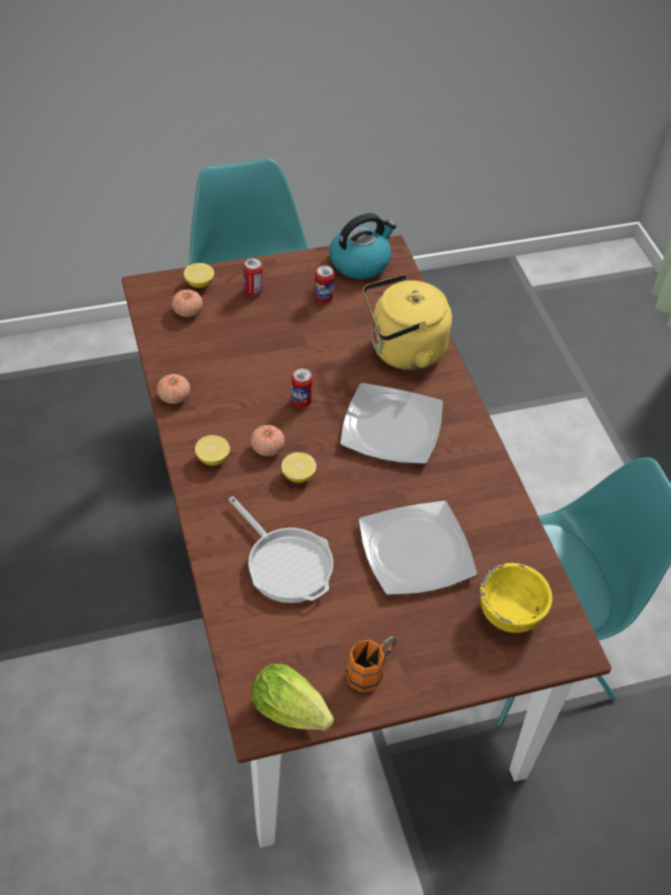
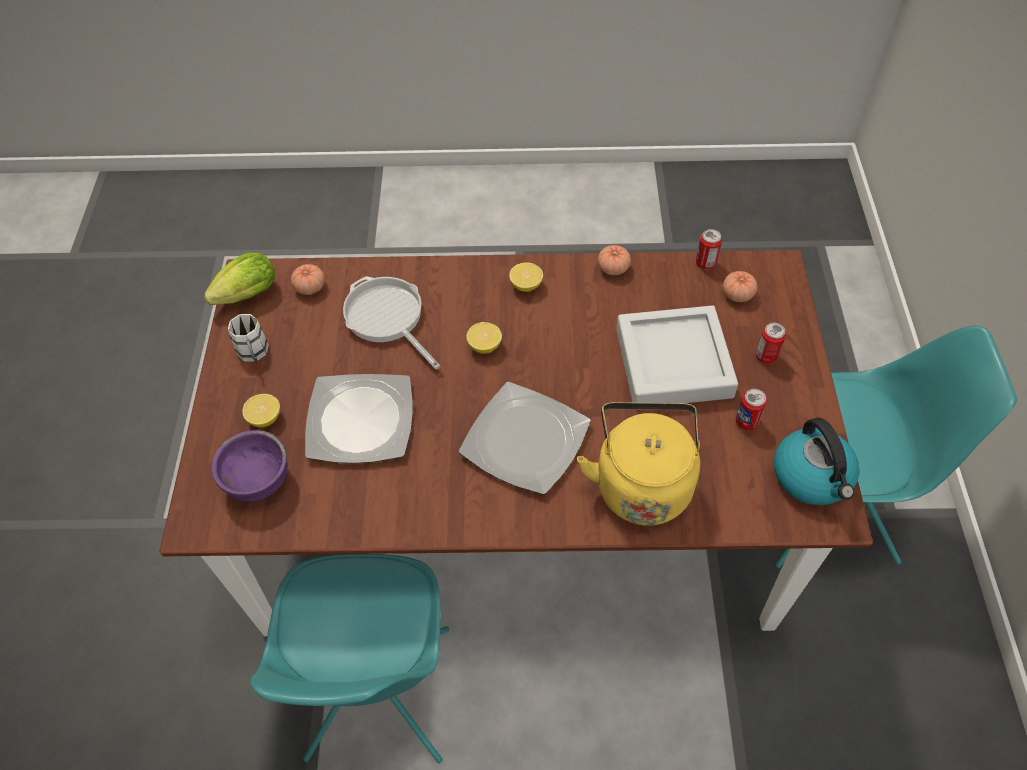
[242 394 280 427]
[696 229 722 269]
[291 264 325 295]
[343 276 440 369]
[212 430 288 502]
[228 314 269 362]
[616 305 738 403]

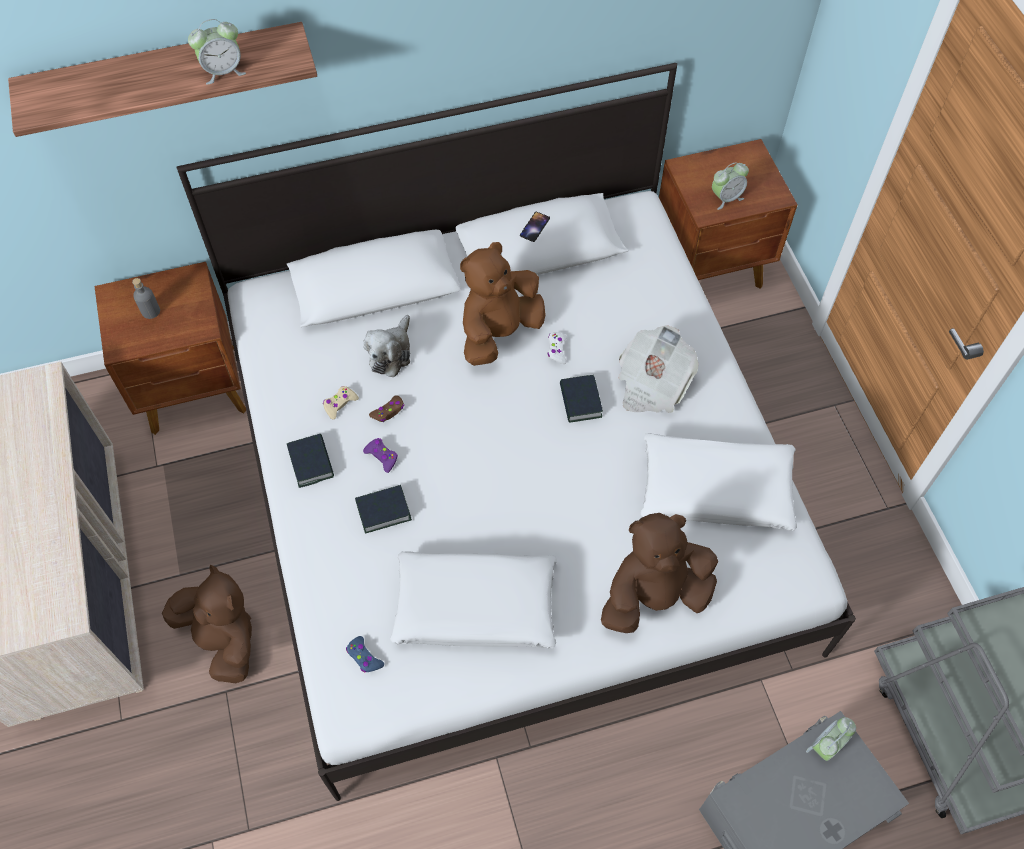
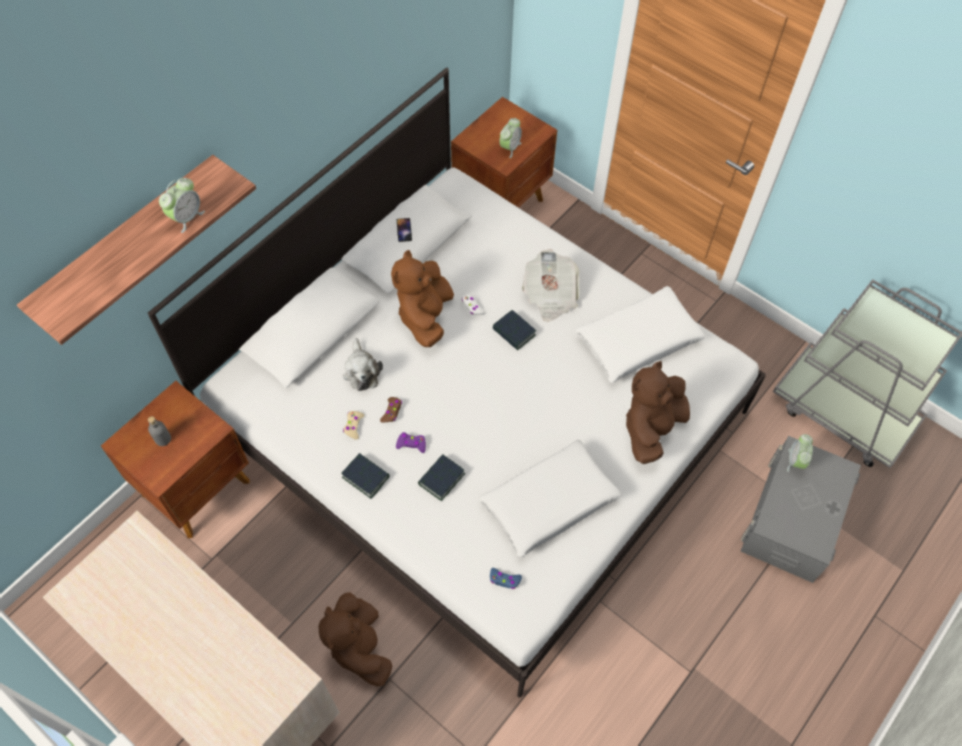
[319 592 392 686]

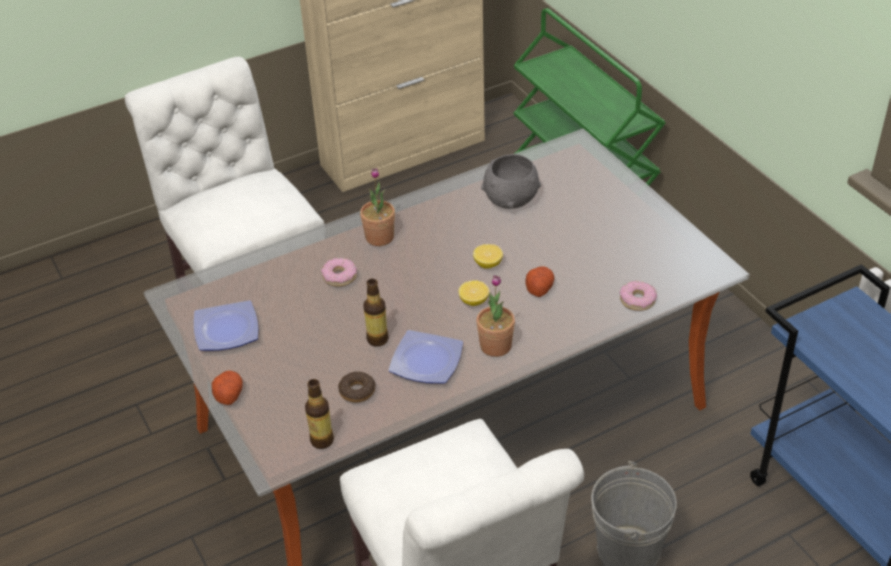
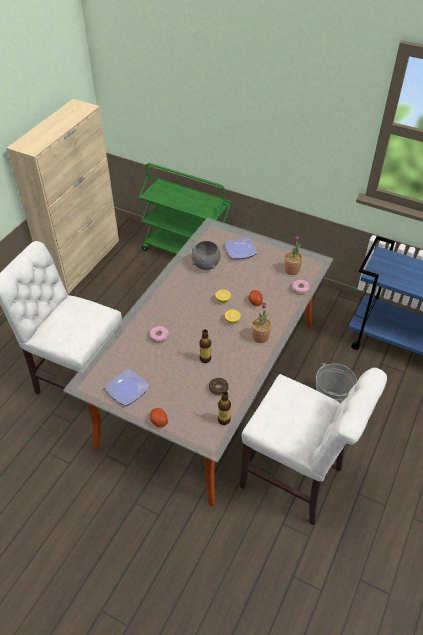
[285 235 303 275]
[224 237 257 259]

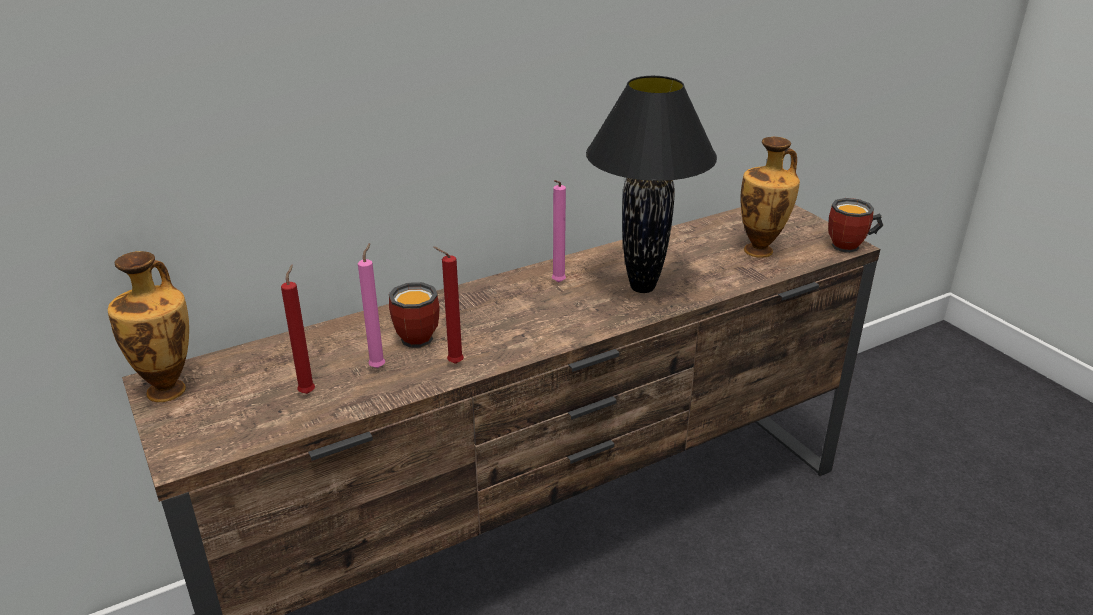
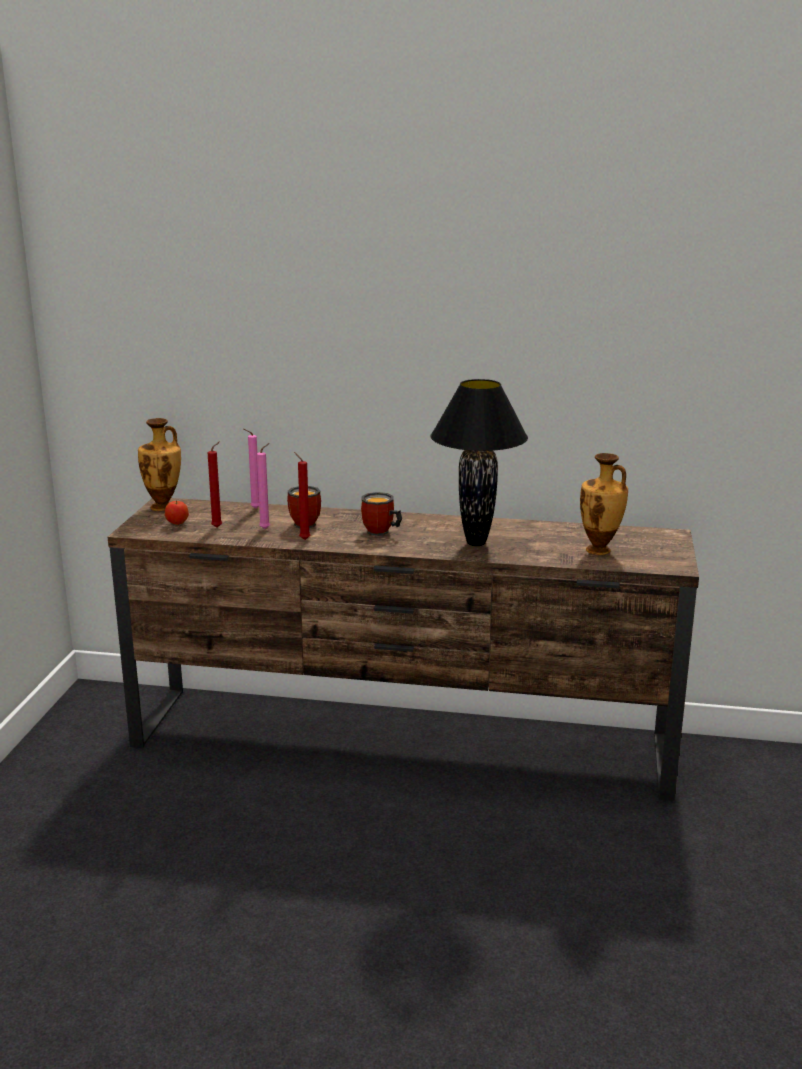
[244 429 259 509]
[361 492 402 536]
[165 500 189 525]

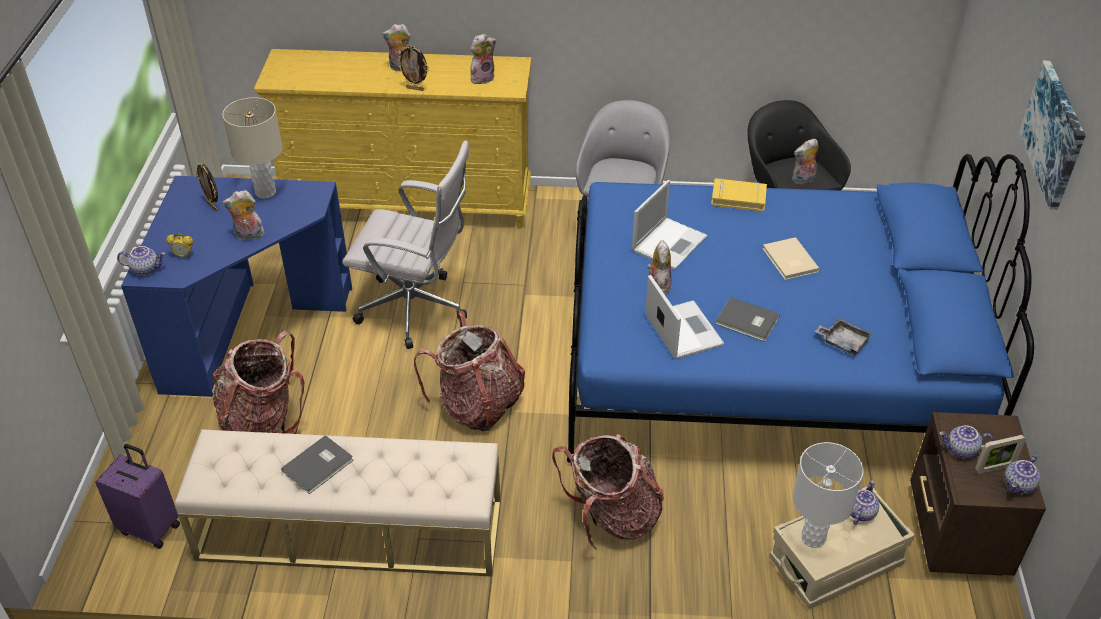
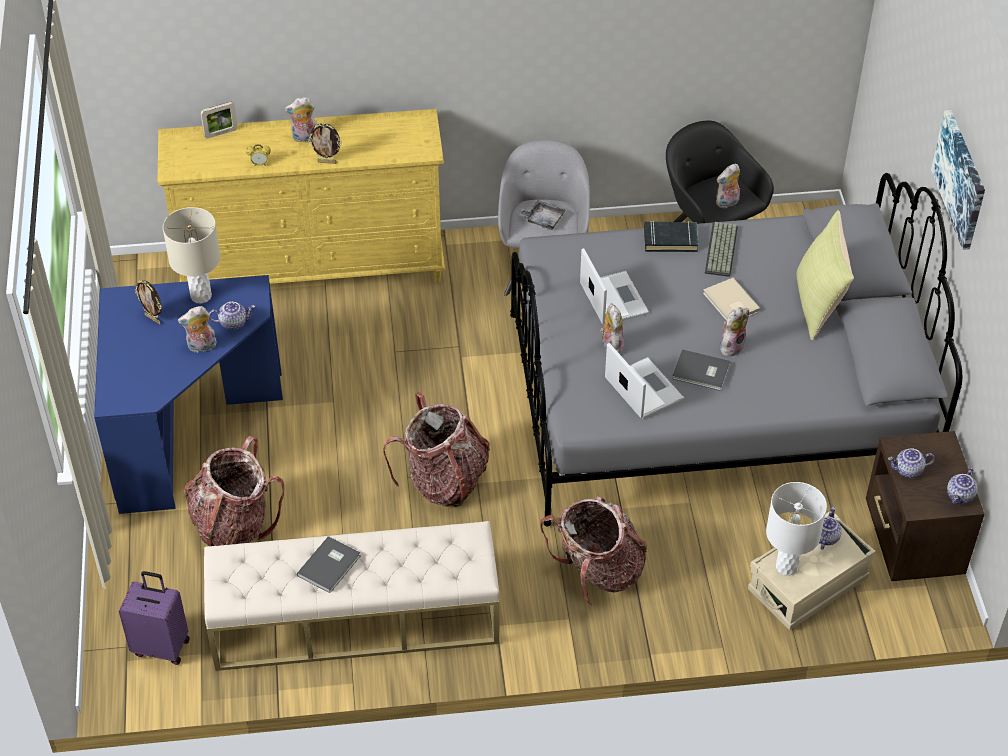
[720 307 749 356]
[342 140 470 349] (first image)
[510 173 962 526]
[644 221 699 252]
[580 248 649 324]
[246 144 271 166]
[209 302 255 330]
[518 200 566 230]
[201 102 238 139]
[797 210 854 340]
[705 222 738 277]

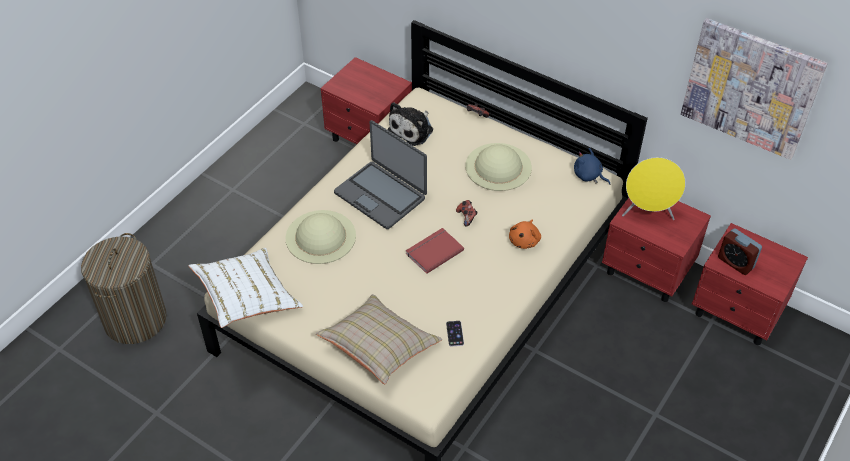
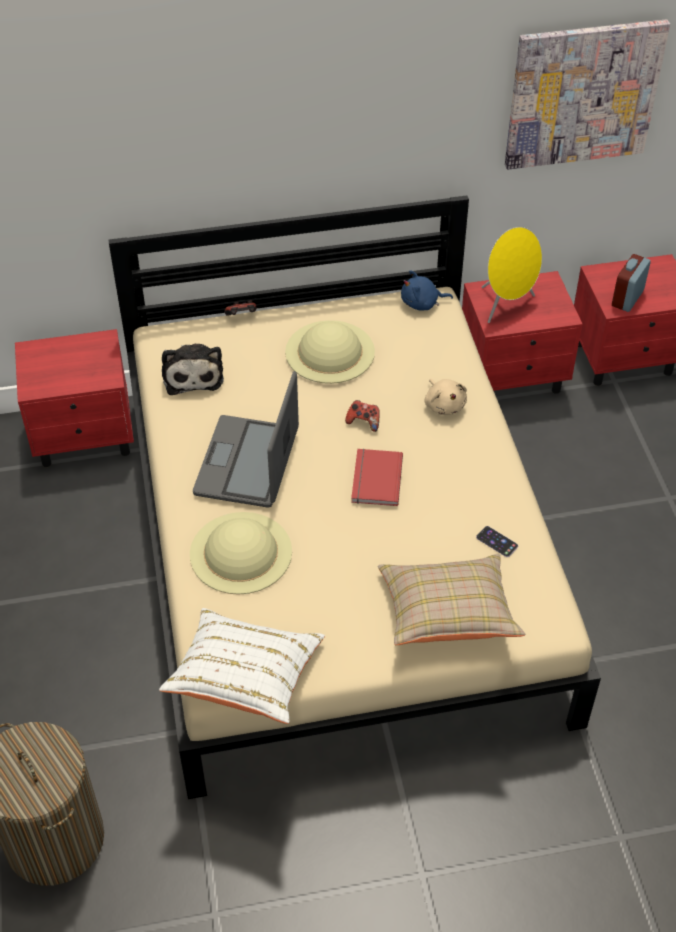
[193 371 299 508]
[424 379 467 415]
[612 254 651 312]

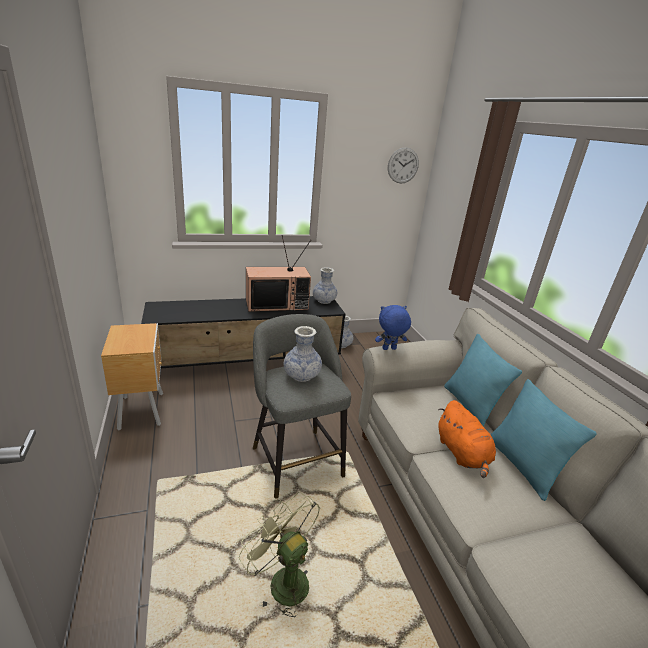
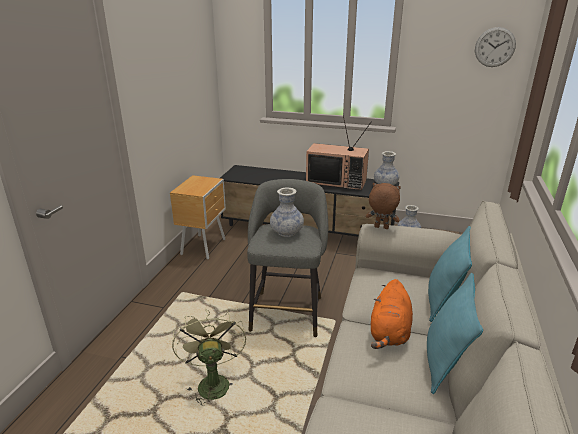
[366 183 401 229]

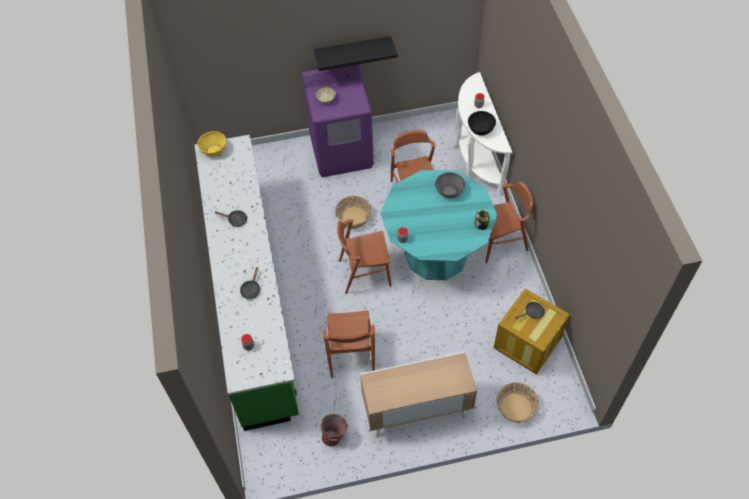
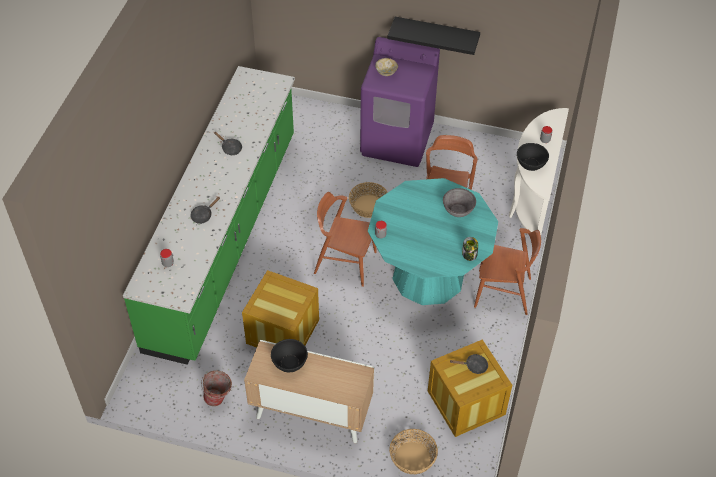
[198 131 226 157] (first image)
[242 270 319 348]
[271 339 308 372]

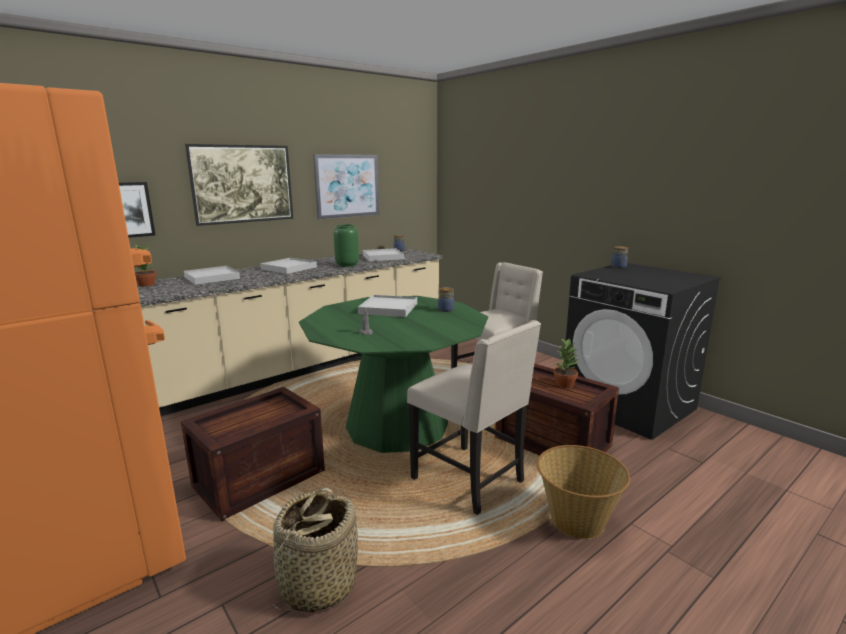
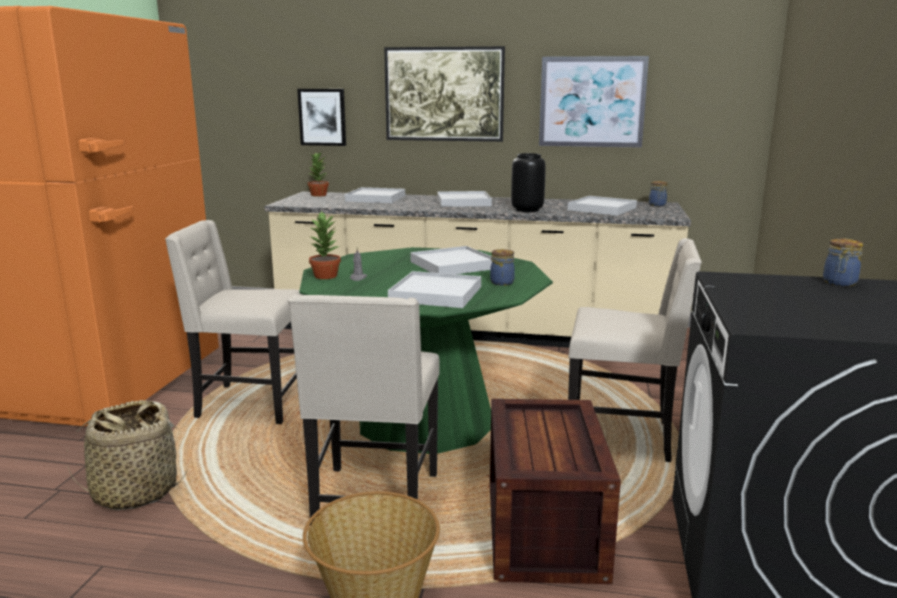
[511 153 546 212]
[309 211 341 279]
[165 220 303 424]
[388 271 481 308]

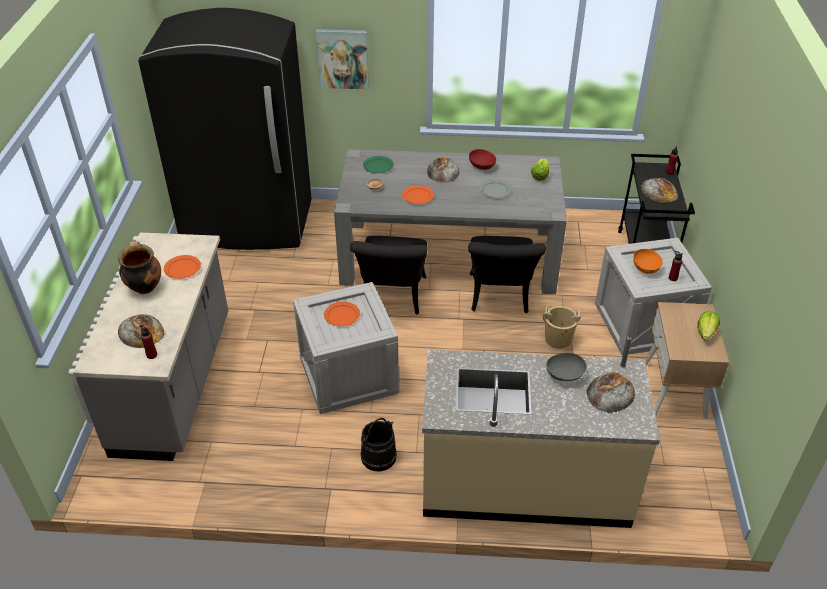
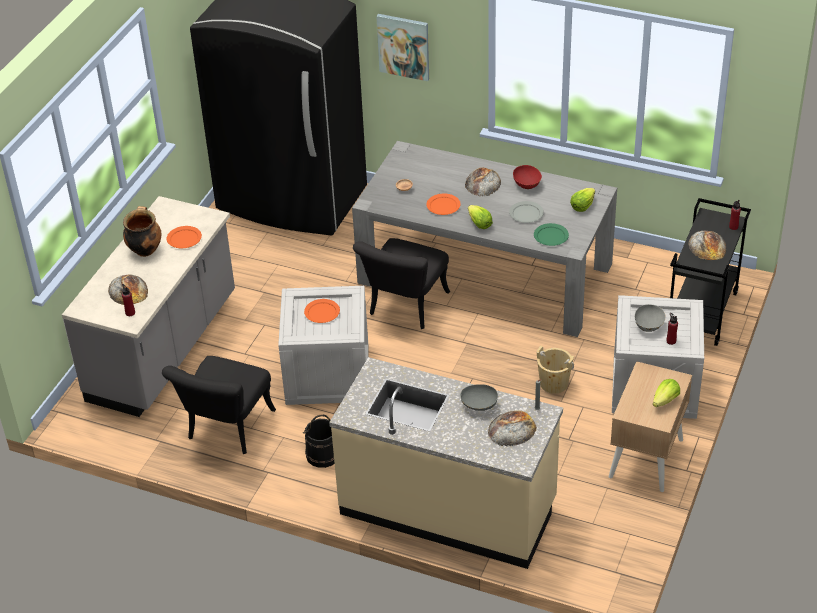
[534 223 569 246]
[162 356 276 454]
[635 304 666 332]
[468 205 493 229]

